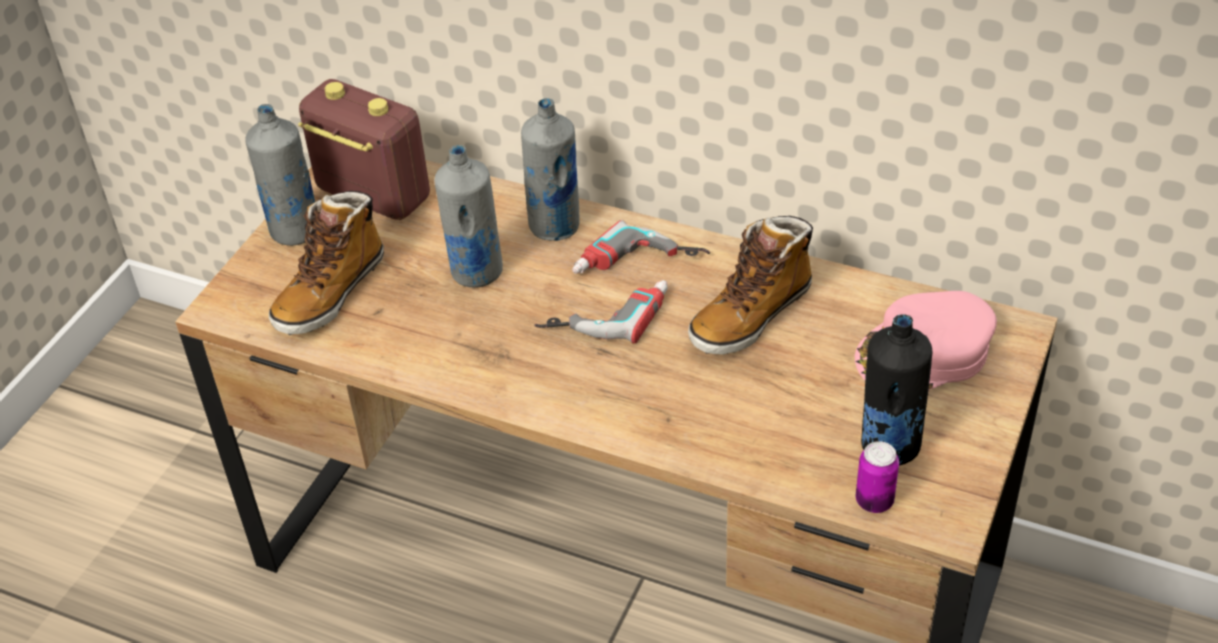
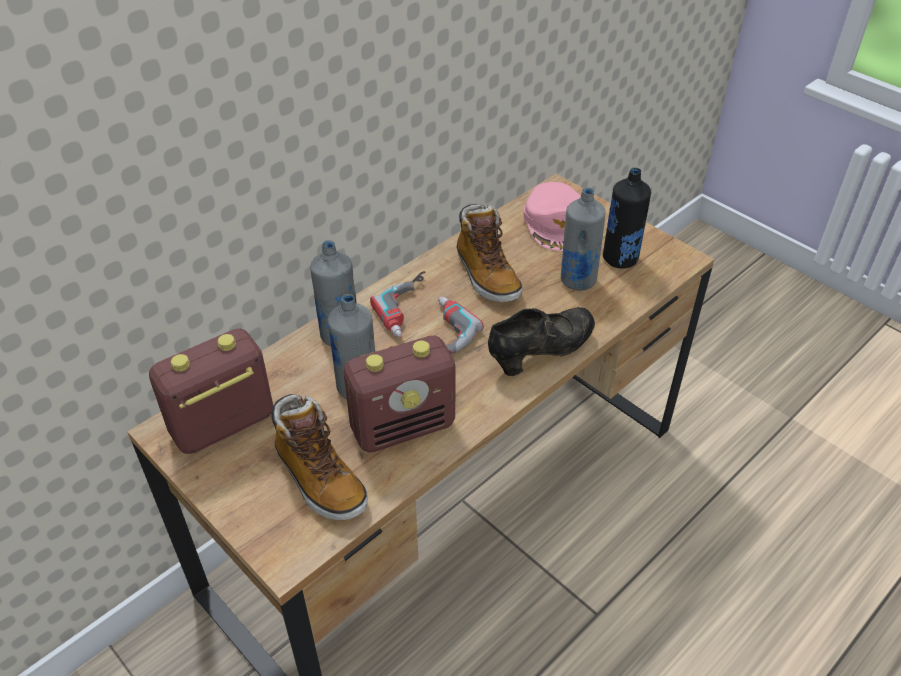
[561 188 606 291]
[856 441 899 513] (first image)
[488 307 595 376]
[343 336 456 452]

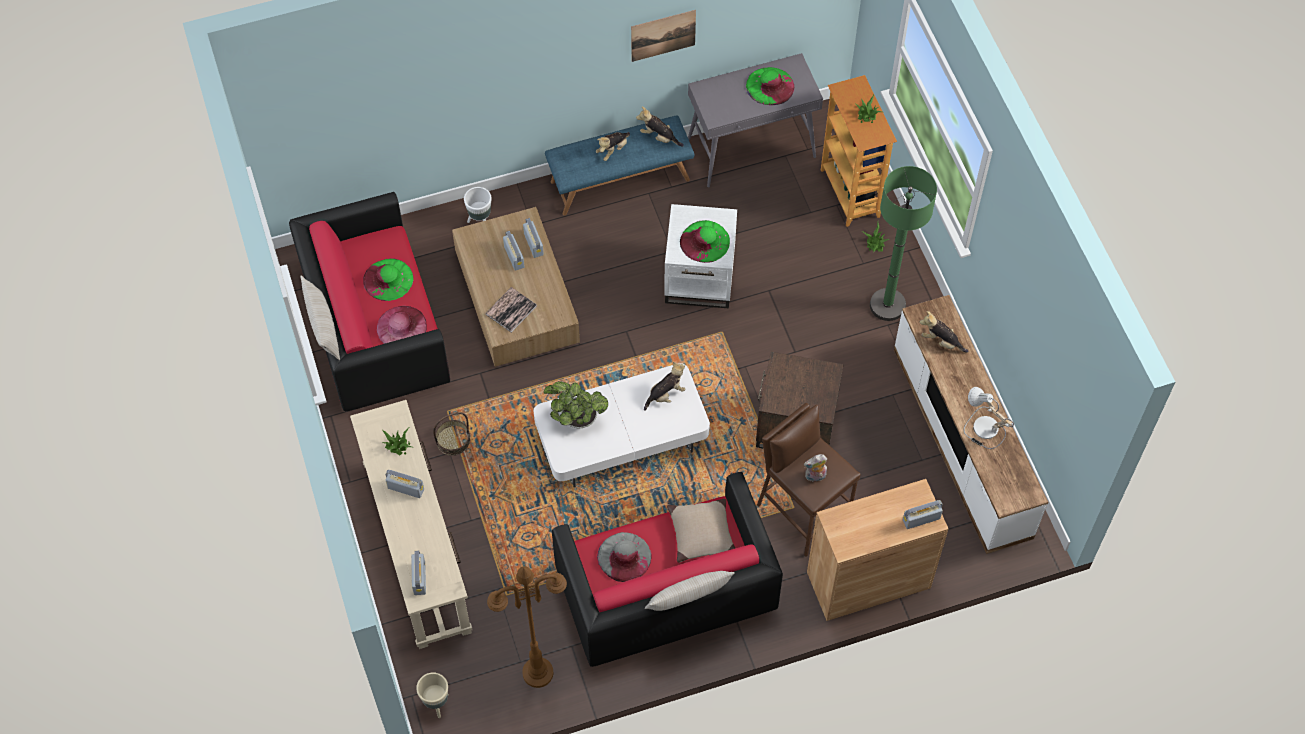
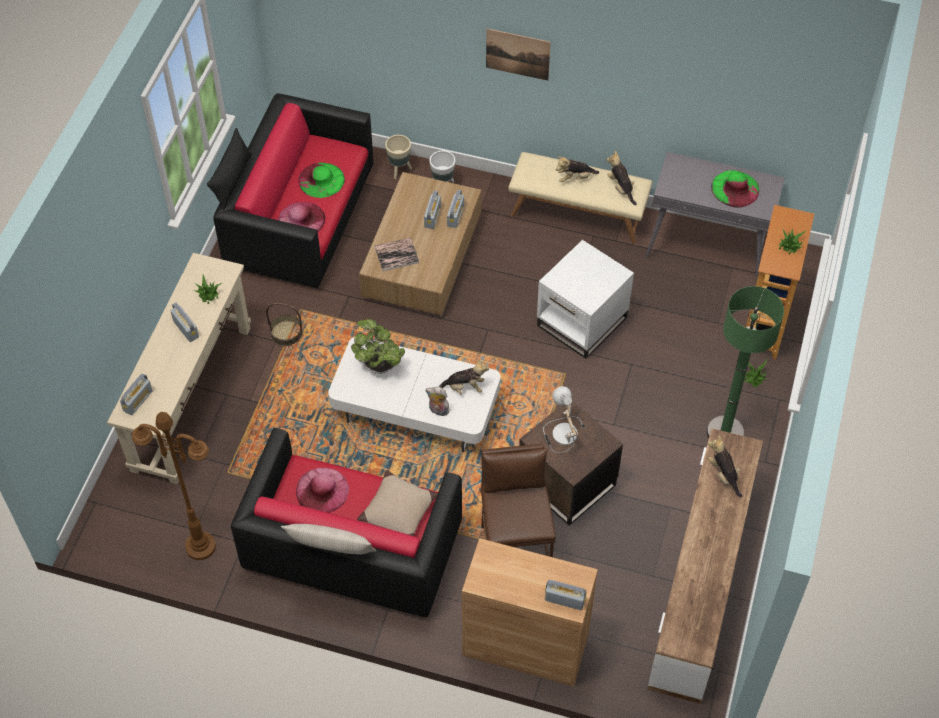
[486 29 551 81]
[508 152 653 244]
[680 220 730 263] (first image)
[207 128 252 210]
[543 386 585 453]
[425 387 450 416]
[296 468 349 513]
[385 135 412 179]

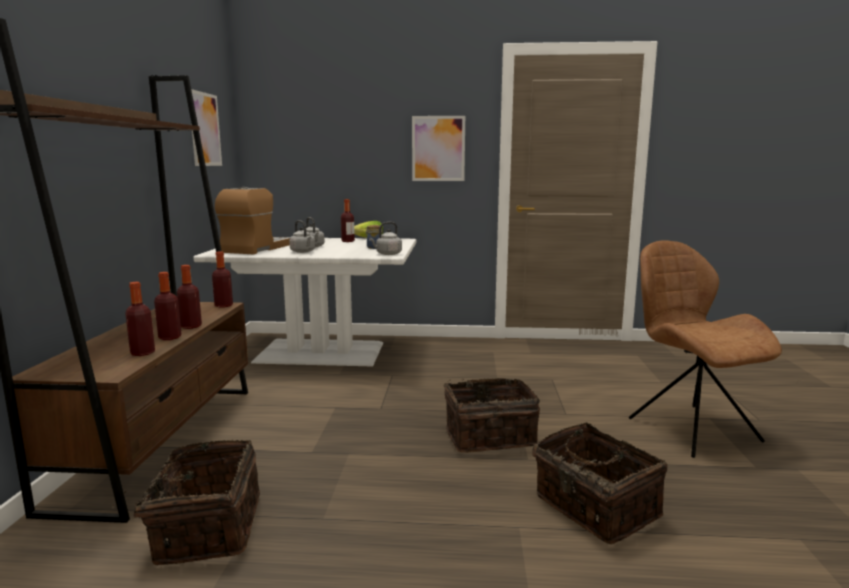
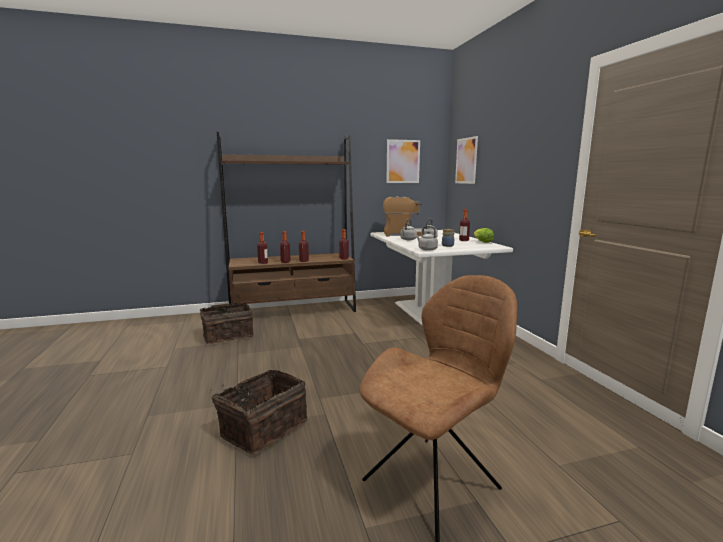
[455 136 478 184]
[444 378 540 453] (first image)

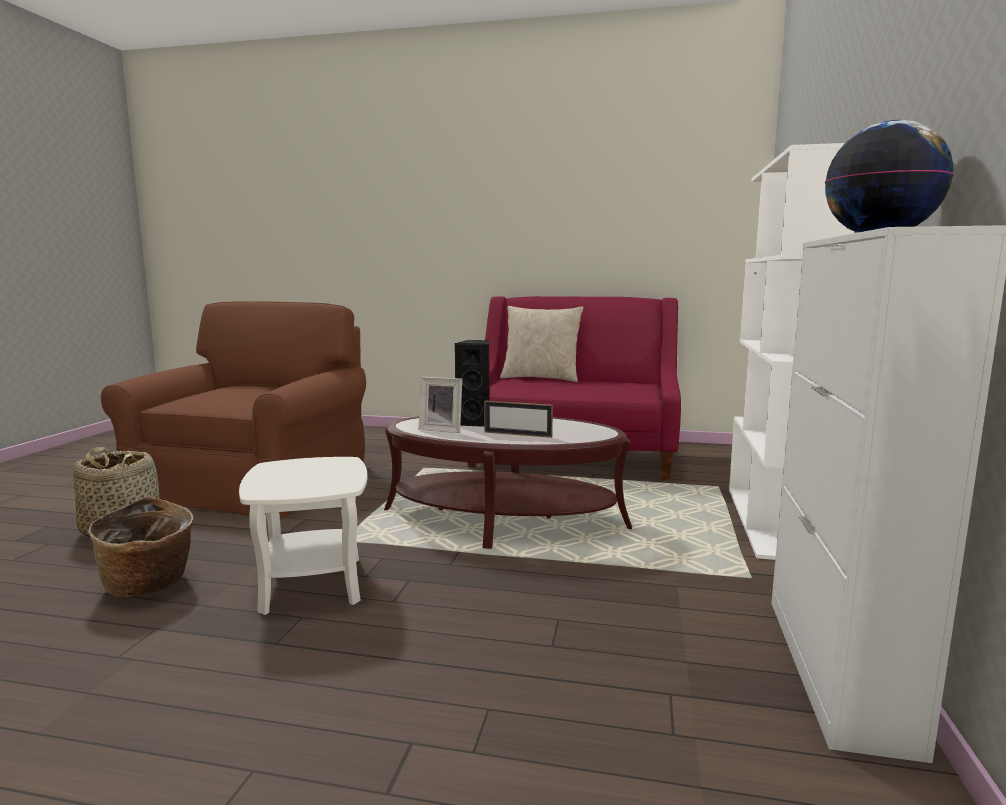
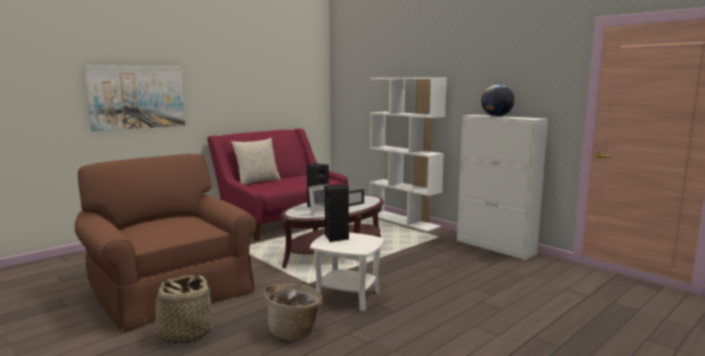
[84 65 185 131]
[325 185 349 242]

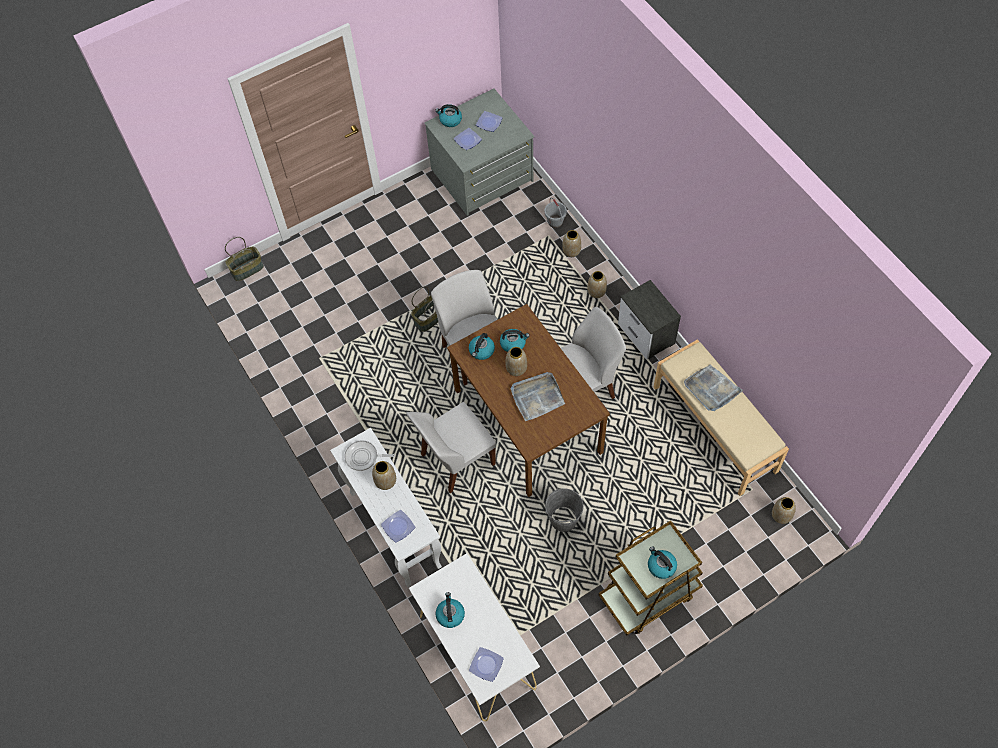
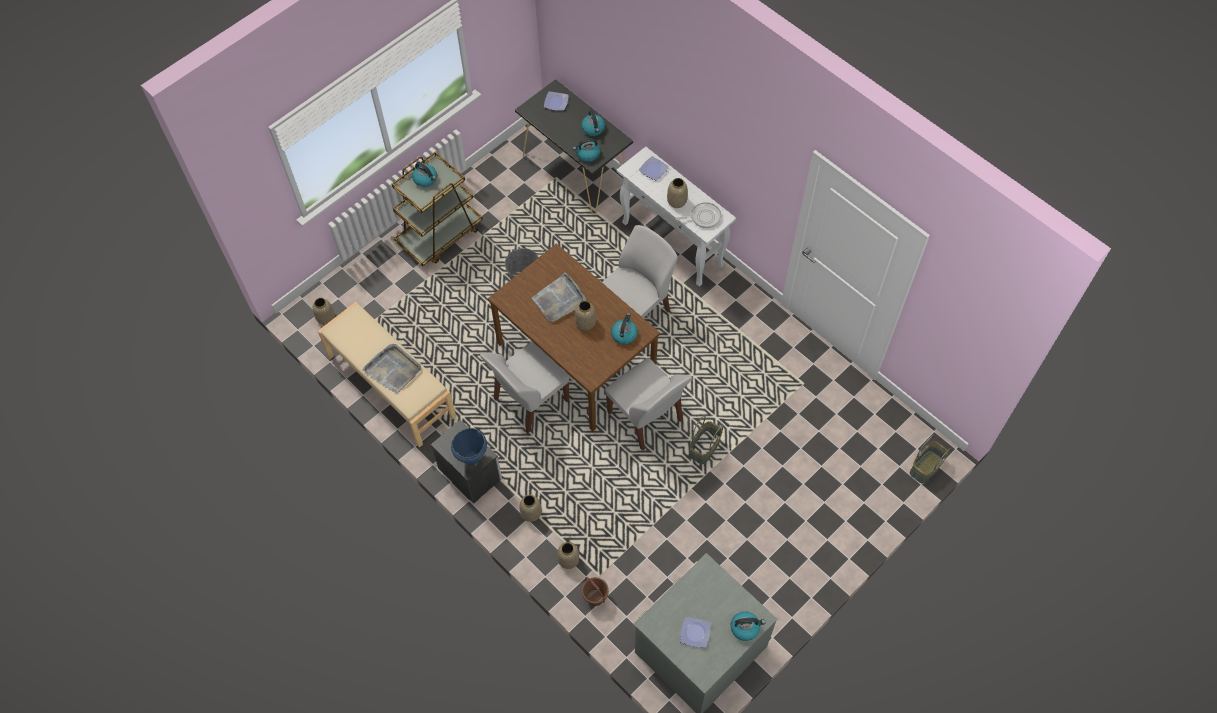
[454 128 482 150] (first image)
[582 577 609 606]
[573 138 600 162]
[515 79 633 214]
[451 428 487 465]

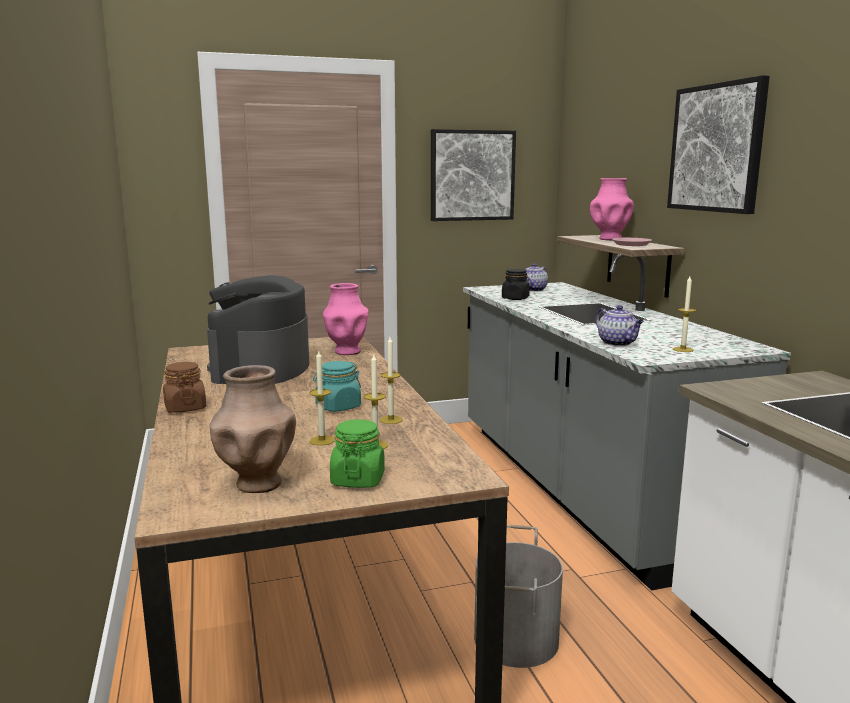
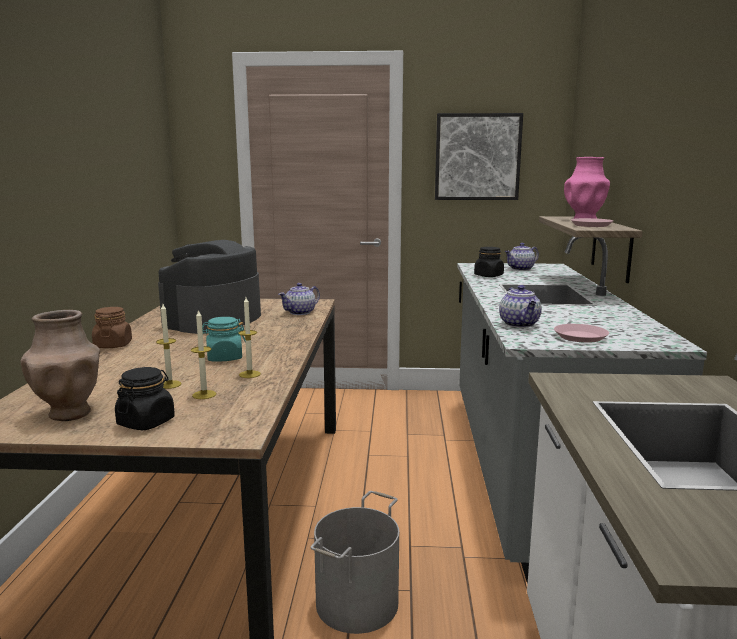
[667 75 770 214] (first image)
[554 324 609 343]
[279 283 320 315]
[115 367 175 430]

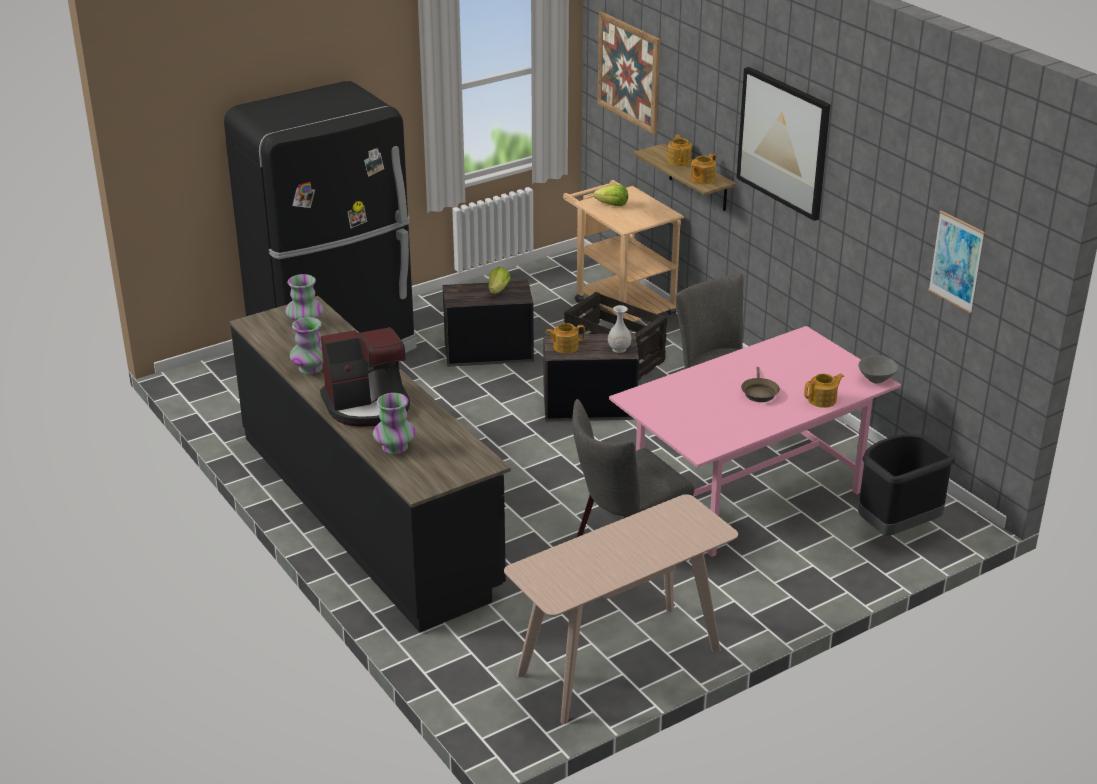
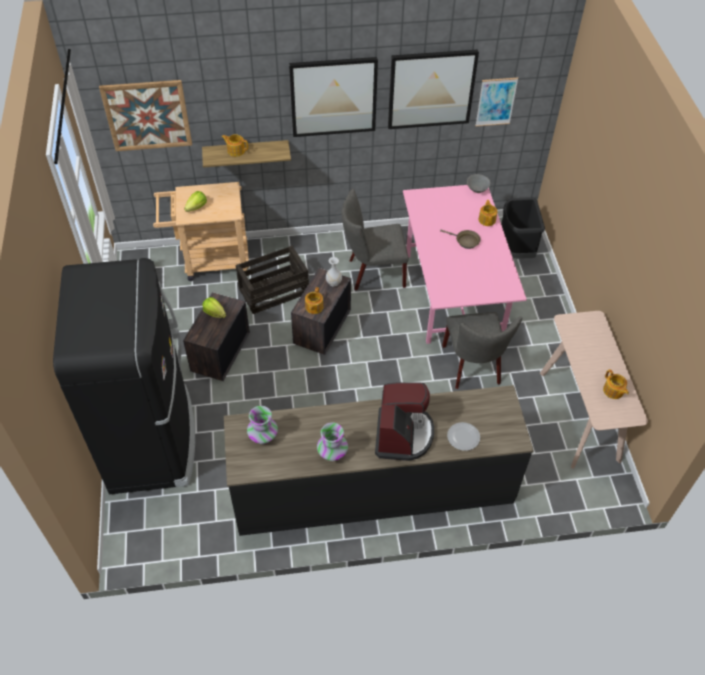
[603 369 629 399]
[447 422 480 451]
[388 50 479 129]

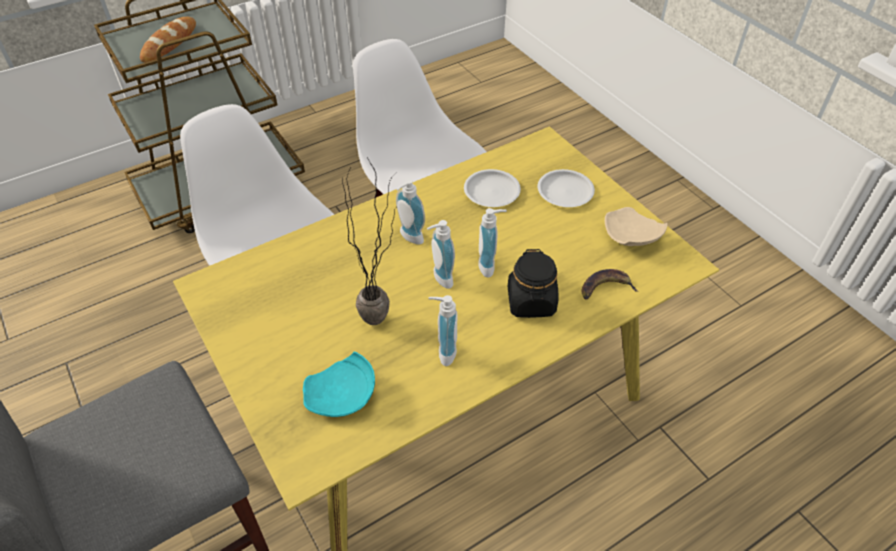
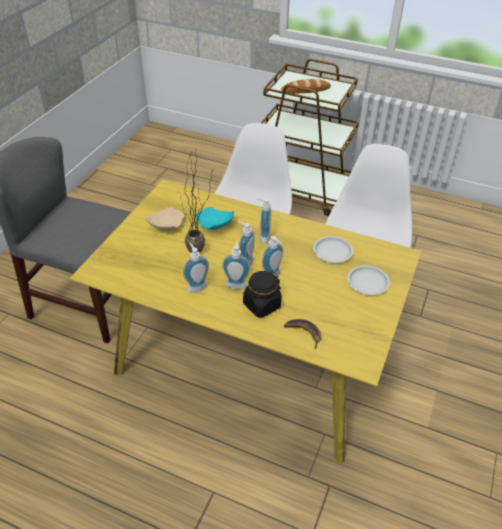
[145 207 184 230]
[196 207 234 230]
[222 240 250 289]

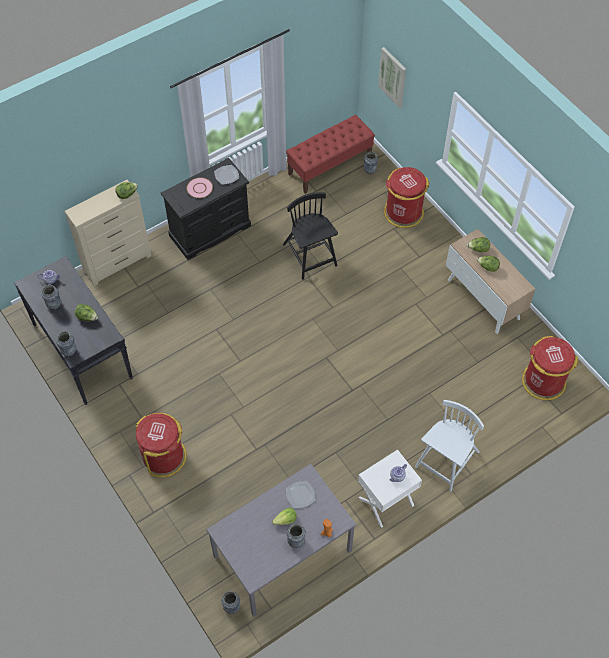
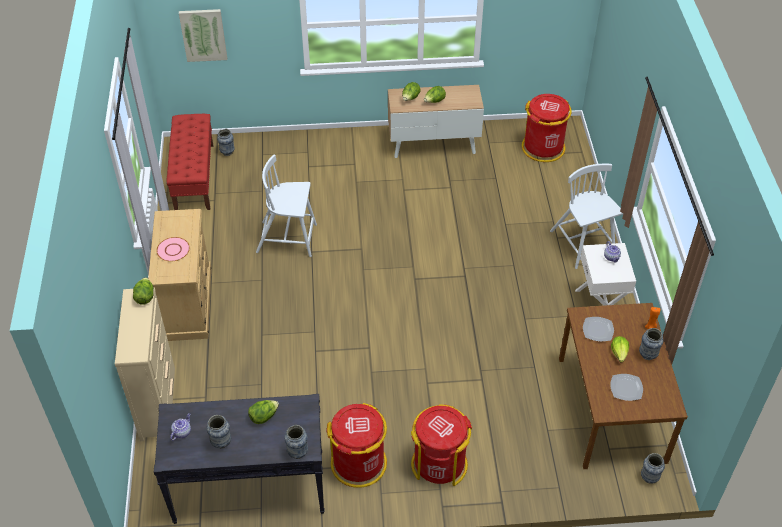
[148 209 212 341]
[610 374 643 401]
[326 403 387 488]
[256 155 317 257]
[559 303 688 469]

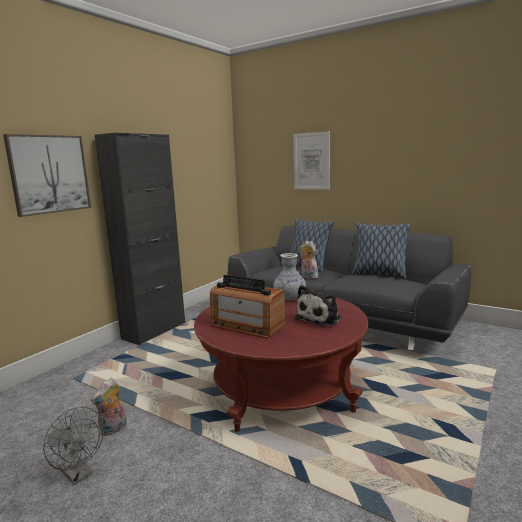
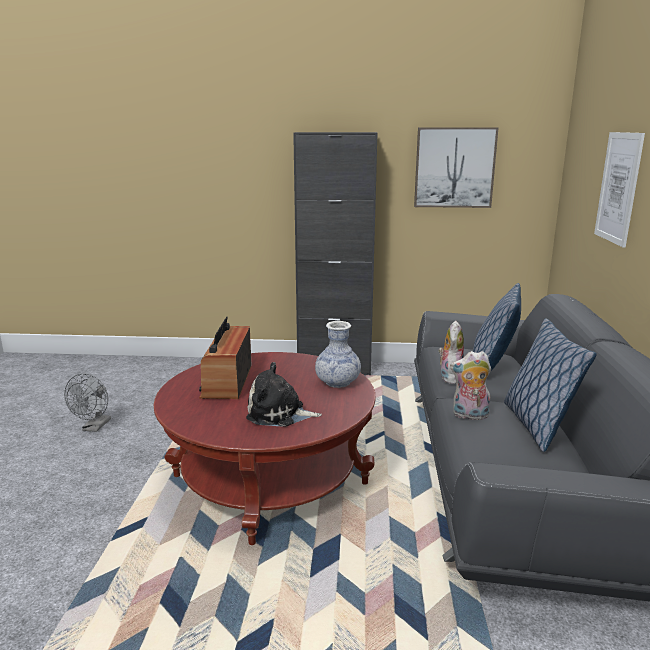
[414 127 499 208]
[450 351 491 421]

